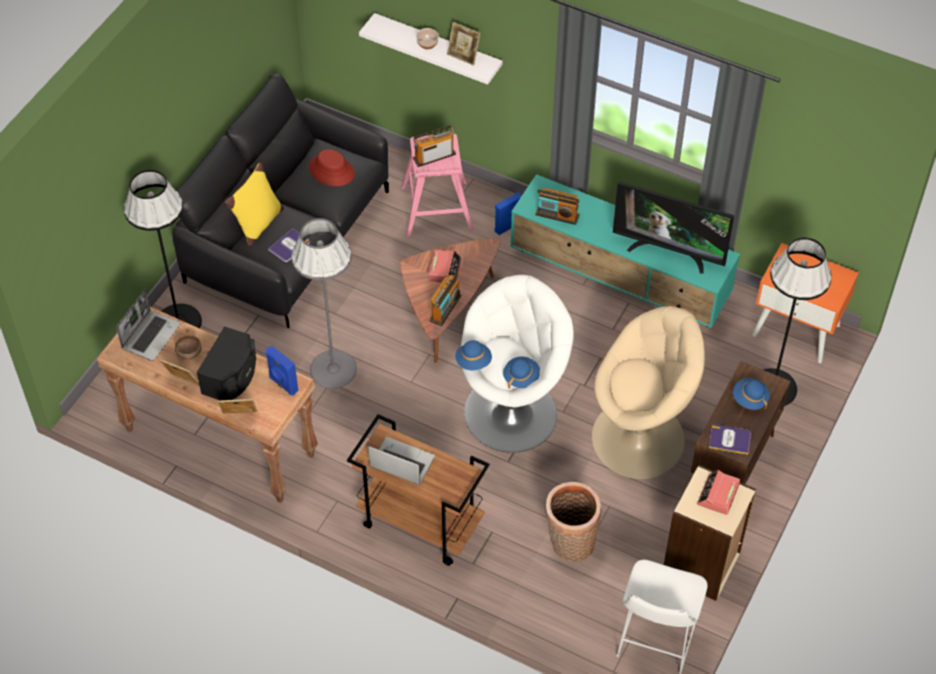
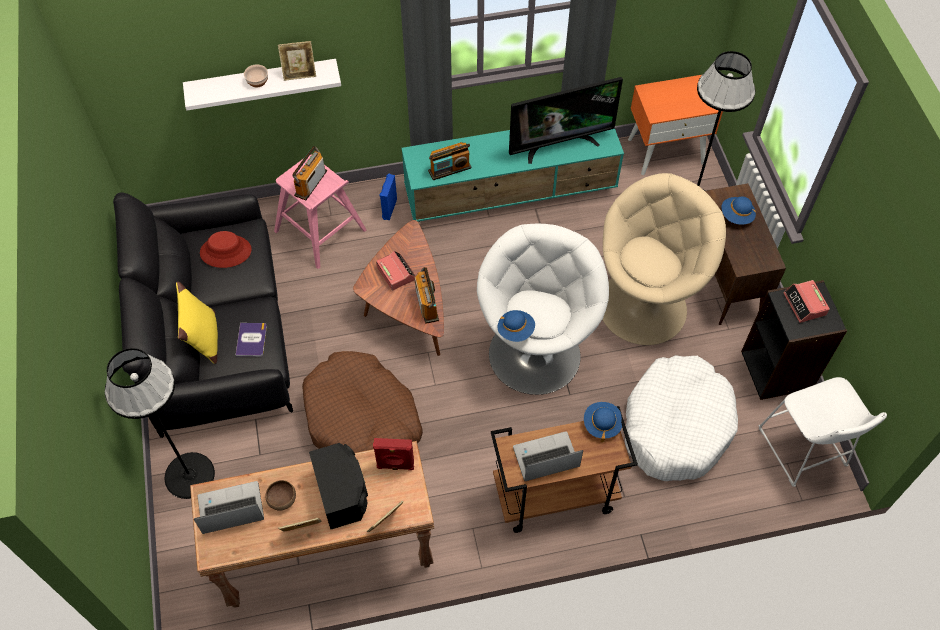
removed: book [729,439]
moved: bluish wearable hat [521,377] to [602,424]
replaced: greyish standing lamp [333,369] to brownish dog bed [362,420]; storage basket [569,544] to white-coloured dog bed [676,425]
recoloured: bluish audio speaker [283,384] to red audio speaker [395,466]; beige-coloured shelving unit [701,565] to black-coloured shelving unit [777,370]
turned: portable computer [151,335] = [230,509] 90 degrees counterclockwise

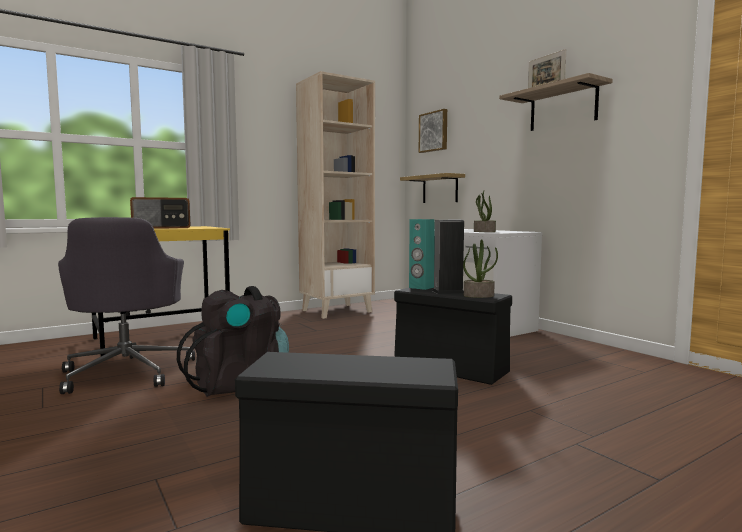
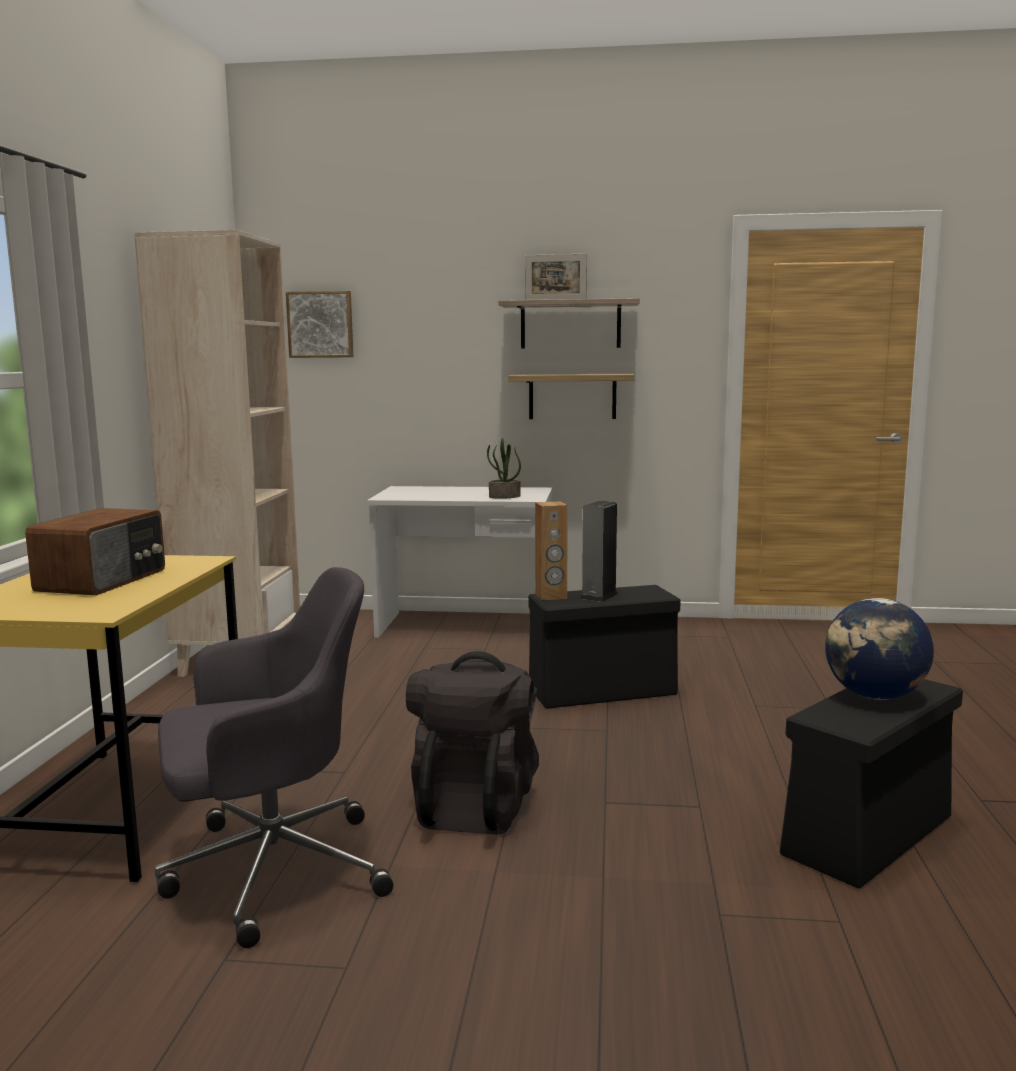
removed: houseplant [479,296]
added: globe [874,696]
moved: wall shelf [440,189] to [572,396]
recoloured: blue-green audio speaker [421,287] to brownish audio speaker [551,596]
turned: greyish office chair [128,372] = [270,871] 45 degrees counterclockwise

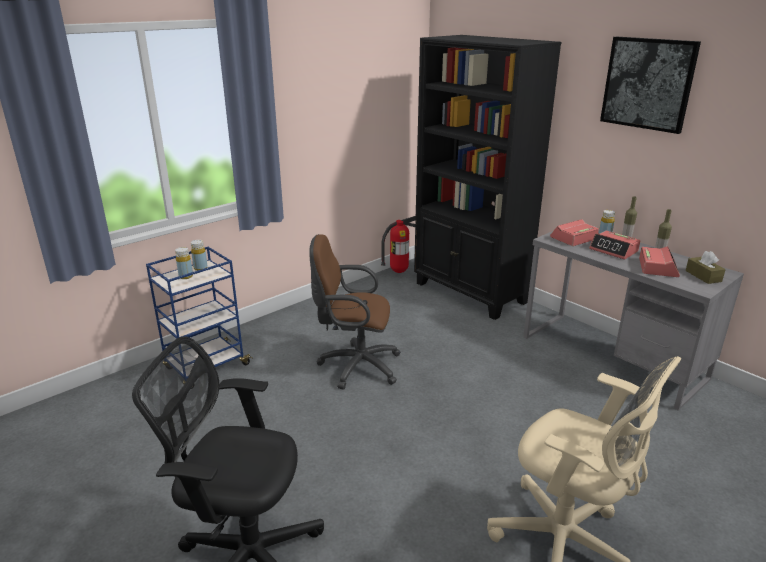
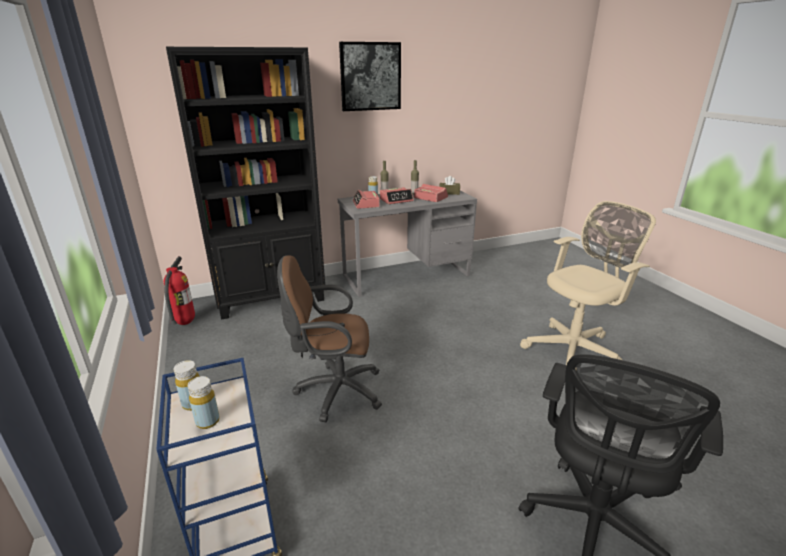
turned: brownish office chair [355,366] = [334,391] 60 degrees clockwise

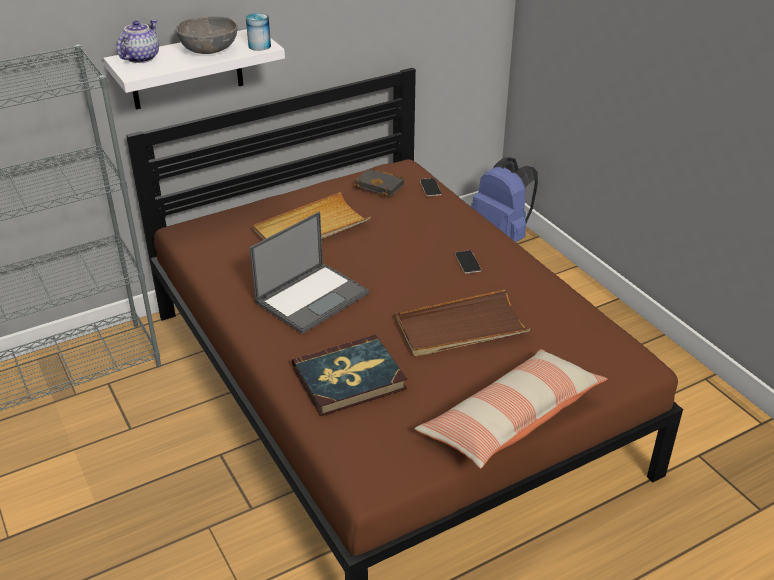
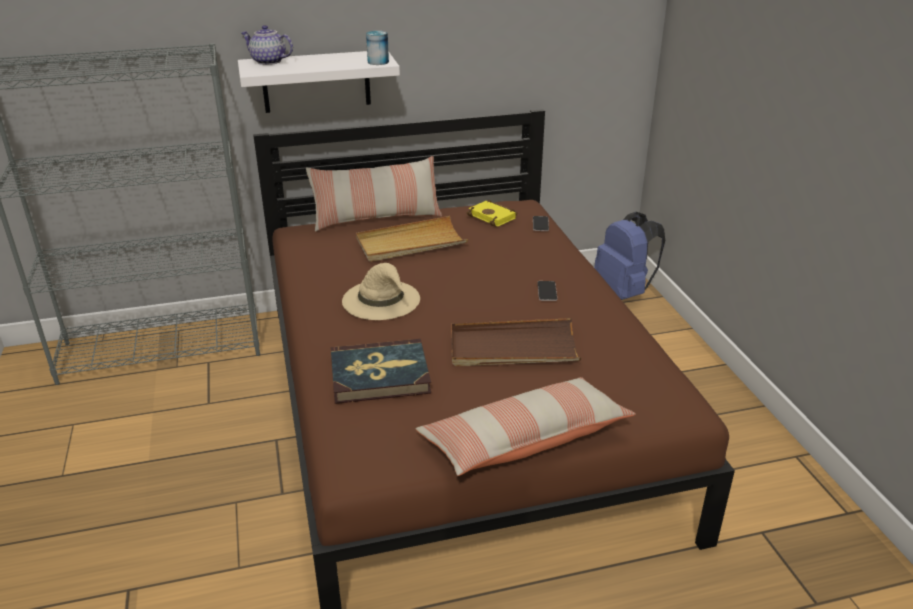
removed: greyish deep dish [209,50]
added: throw pillow [376,218]
replaced: portable computer [313,297] to beige-coloured wearable hat [382,300]
recoloured: black-coloured book [381,186] to yellowish book [494,217]
turned: pot for tea [140,58] = [268,62] 105 degrees counterclockwise

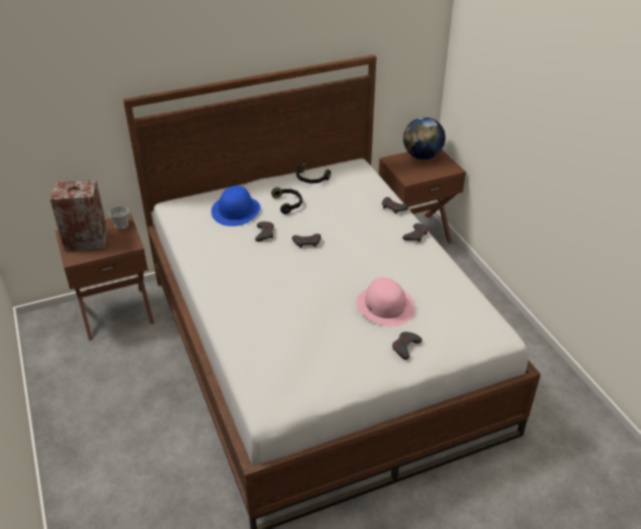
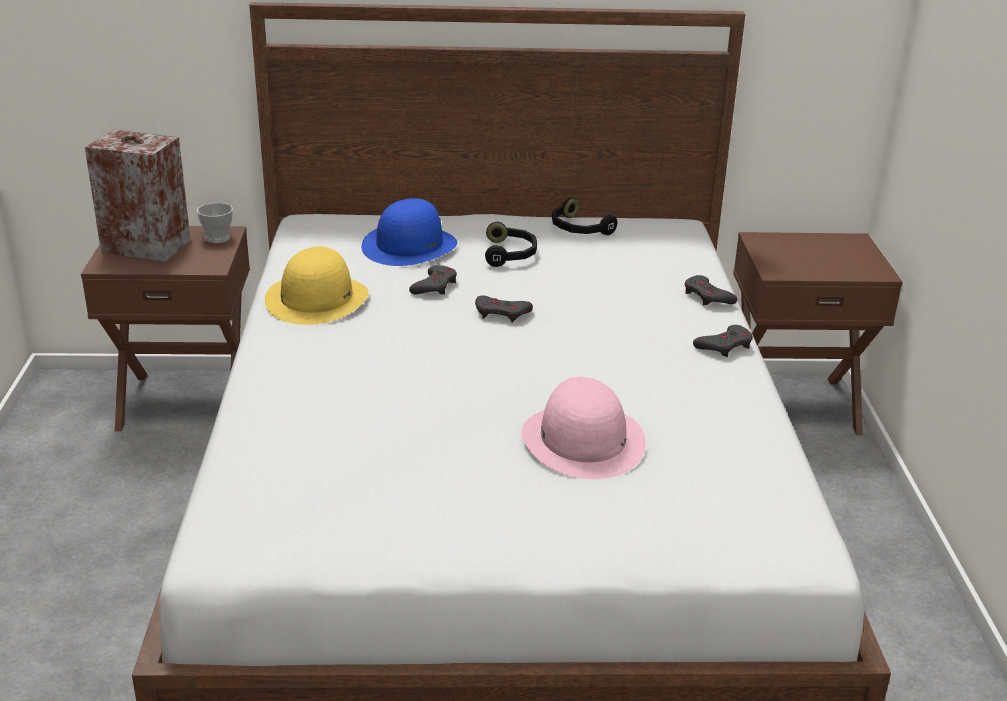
removed: globe [422,156]; greyish game controller [405,347]
added: yellowish wearable hat [317,299]

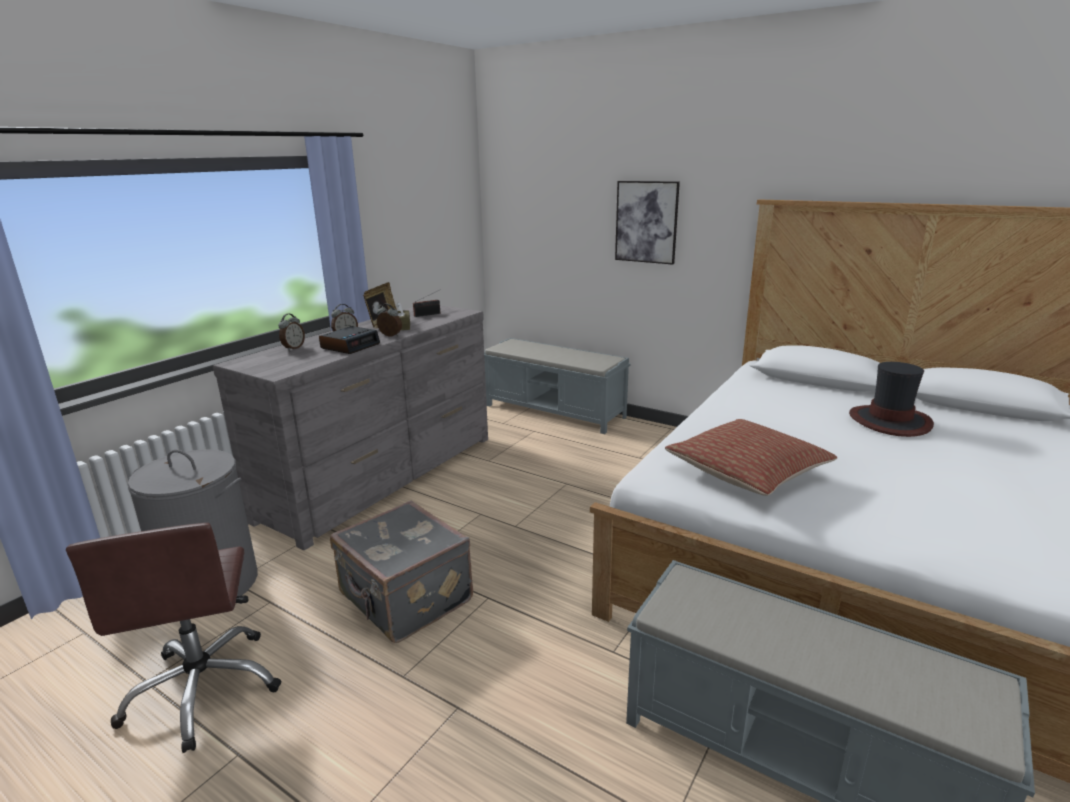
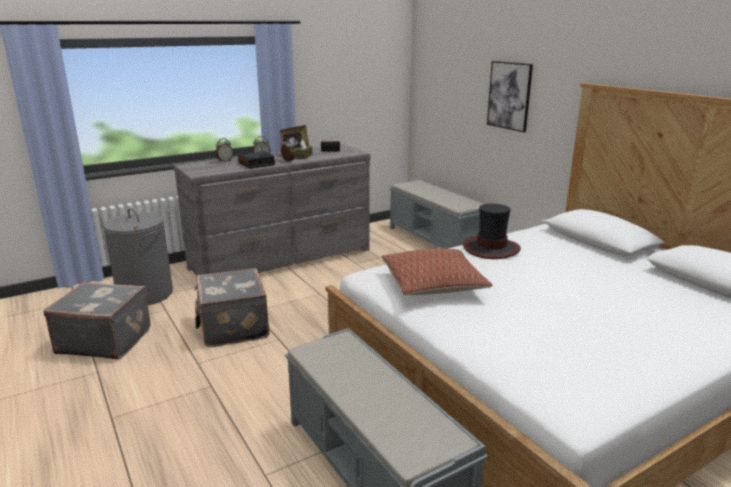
moved: wearable hat [890,421] to [491,248]
replaced: brownish office chair [204,689] to greyish piece of luggage [105,340]

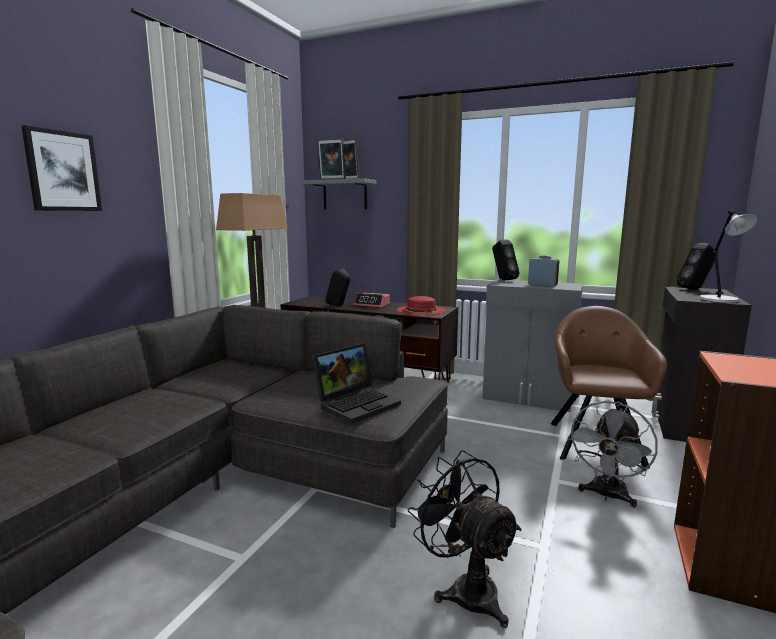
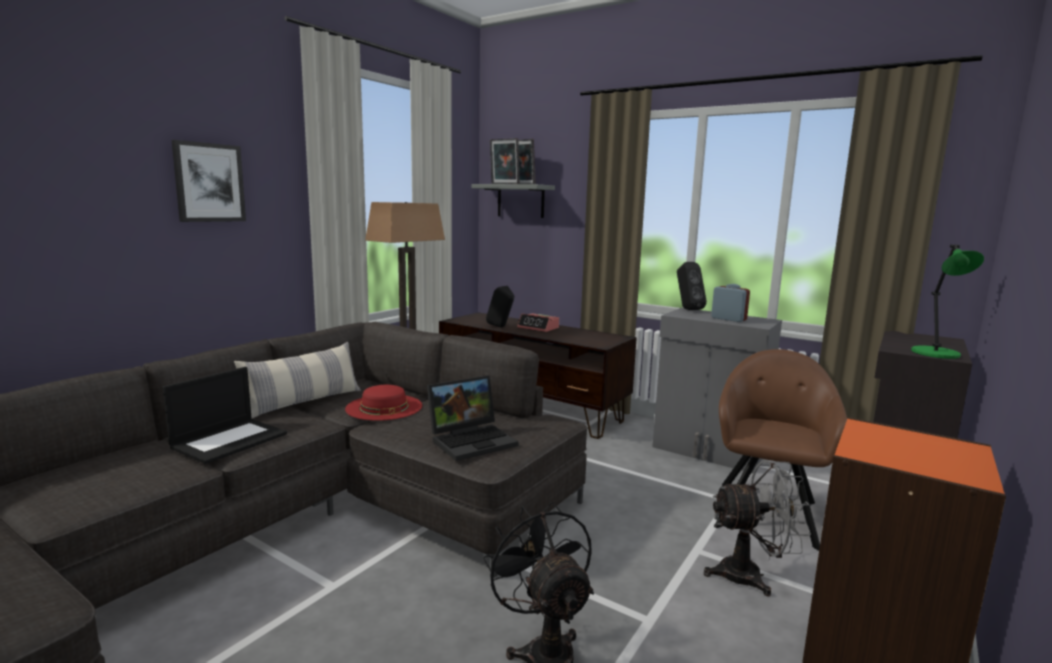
removed: black-coloured audio speaker [695,289]
added: throw pillow [304,402]; portable computer [230,440]
moved: red wearable hat [421,310] to [384,407]
recoloured: greyish table lamp [720,300] to green-coloured table lamp [937,354]
turned: greyish fan [607,496] = [751,575] 135 degrees counterclockwise

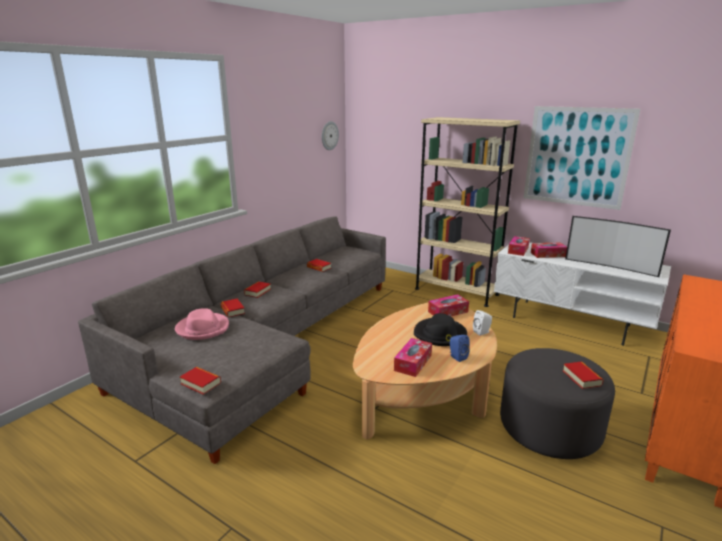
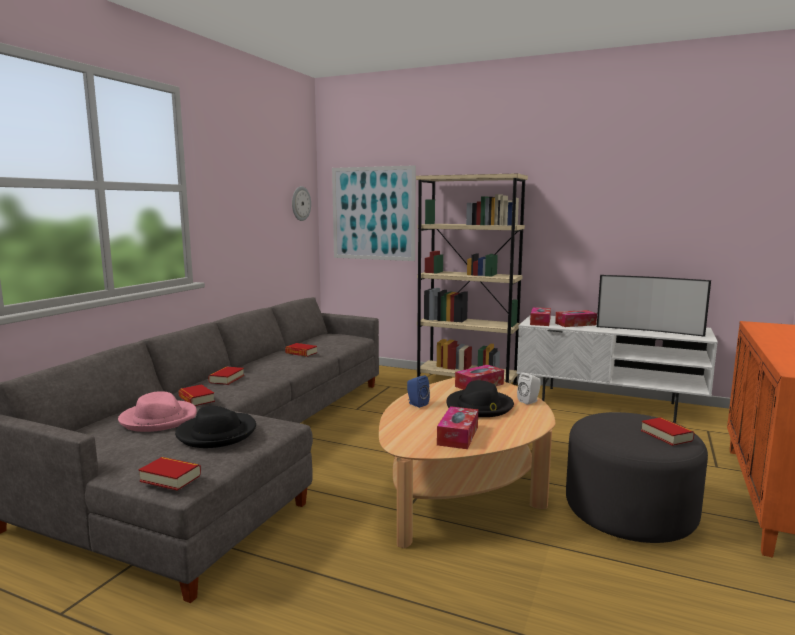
added: black-coloured wearable hat [216,433]
moved: wall art [577,157] to [373,213]; bluish audio speaker [457,357] to [416,404]

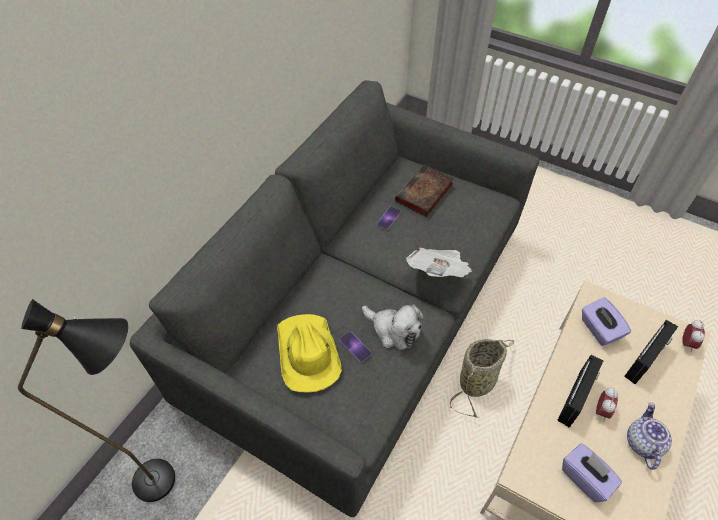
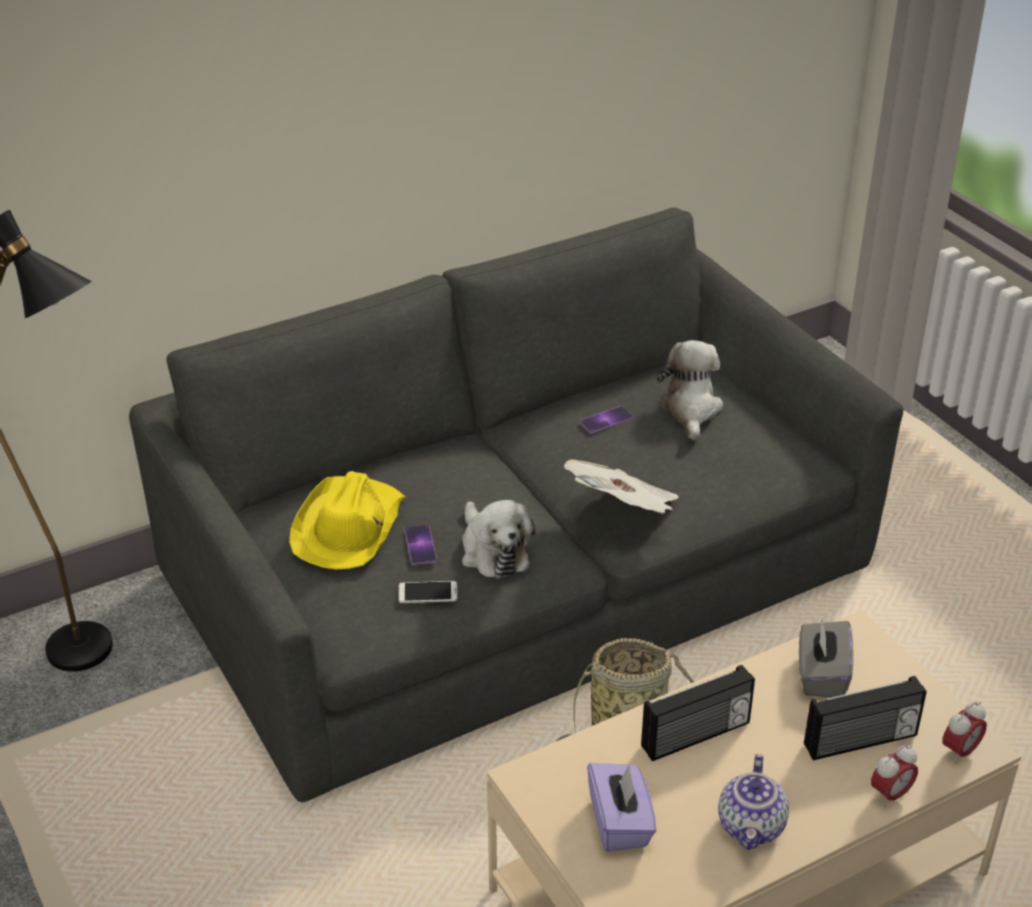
added: handset [428,593]
moved: alarm clock [601,411] to [890,795]
replaced: book [424,194] to soft toy [690,410]
recoloured: purple tissue box [599,329] to greyish tissue box [821,676]
turned: pot for tea [642,442] = [752,827] 150 degrees clockwise

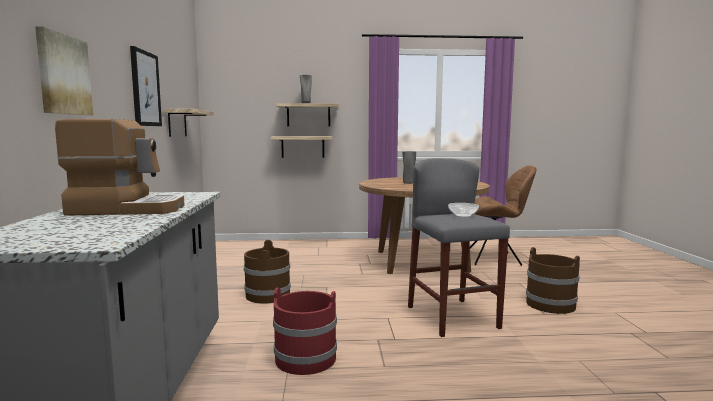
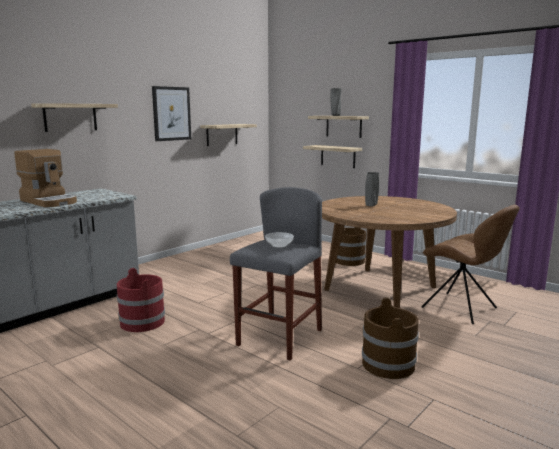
moved: brownish bucket [267,295] to [349,261]
replaced: wall art [63,75] to wall shelf [70,117]

